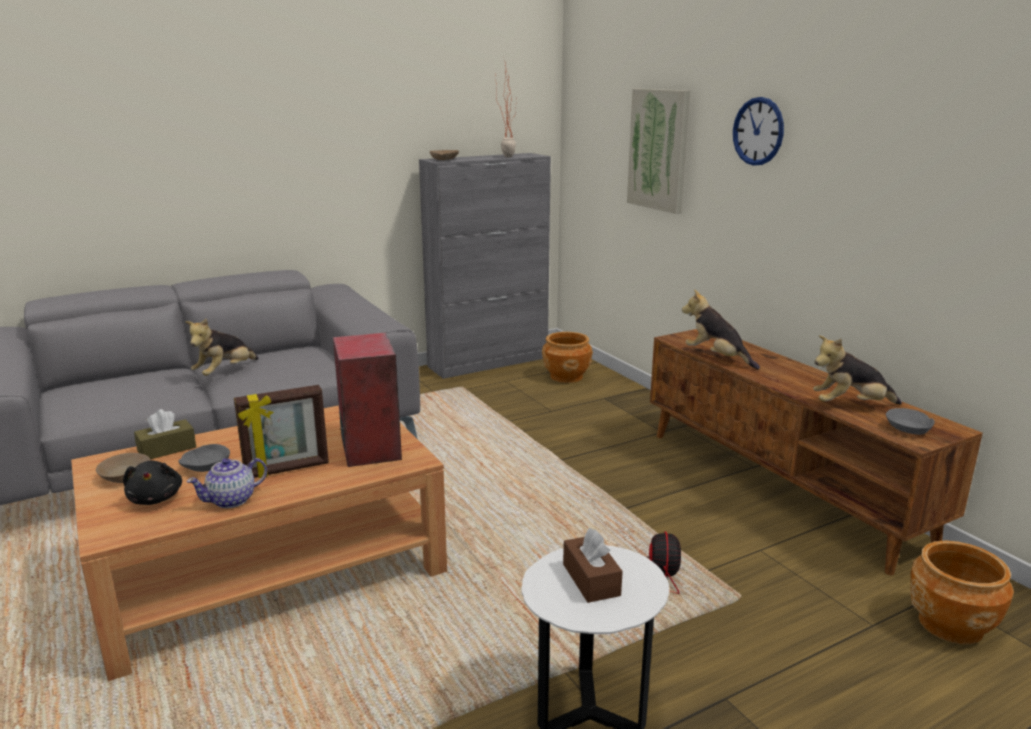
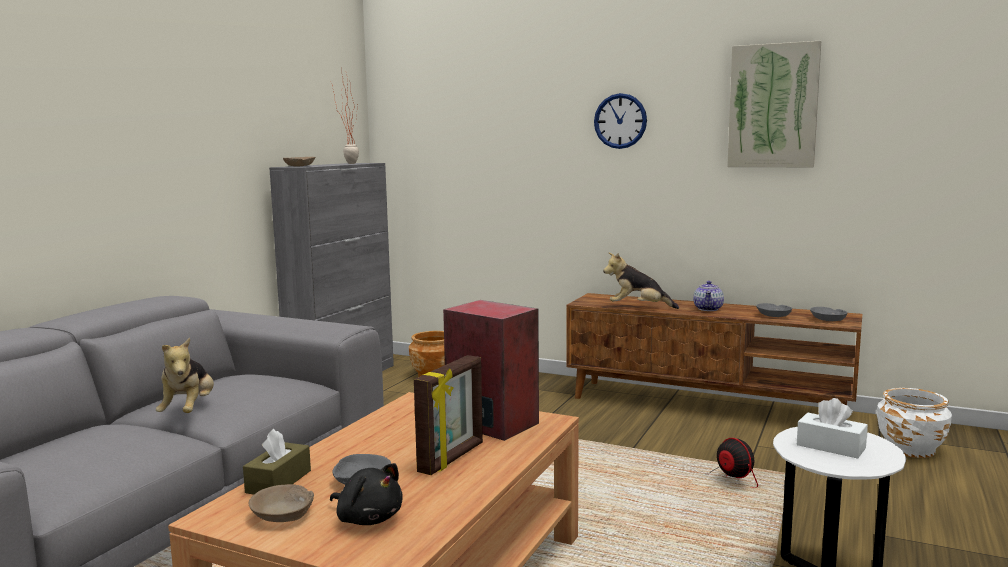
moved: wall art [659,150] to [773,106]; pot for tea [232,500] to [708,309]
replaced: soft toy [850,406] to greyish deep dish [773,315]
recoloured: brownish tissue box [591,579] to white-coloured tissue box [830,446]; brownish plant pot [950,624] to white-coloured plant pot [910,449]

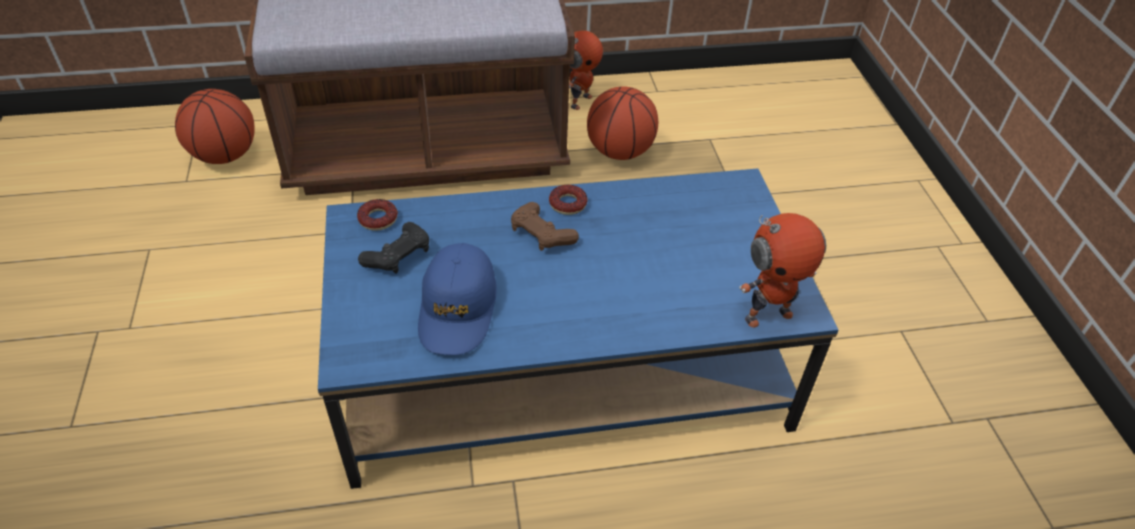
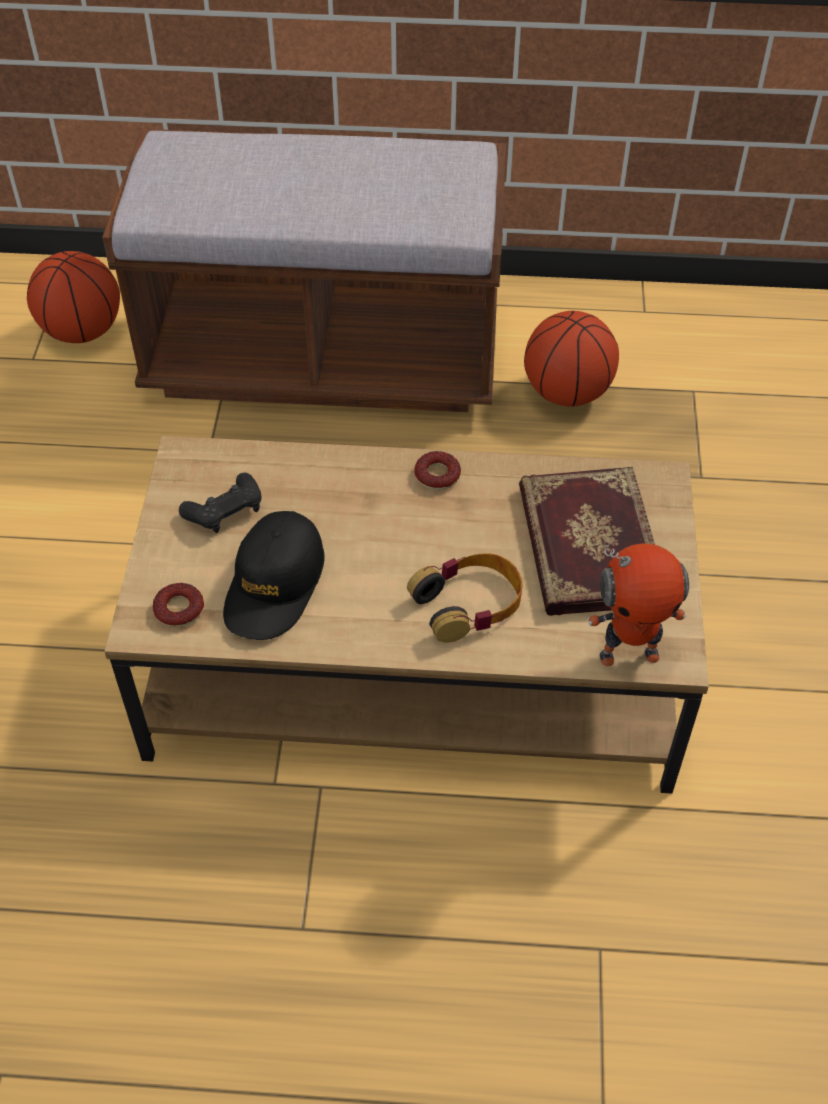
removed: toy robot [580,101]; brownish game controller [541,234]
added: book [586,545]; pair of headphones [468,603]
moved: ring doughnut [378,219] to [179,609]
recoloured: bluish lounge table [563,367] to brownish lounge table [414,665]; bluish cap [458,308] to black-coloured cap [274,585]

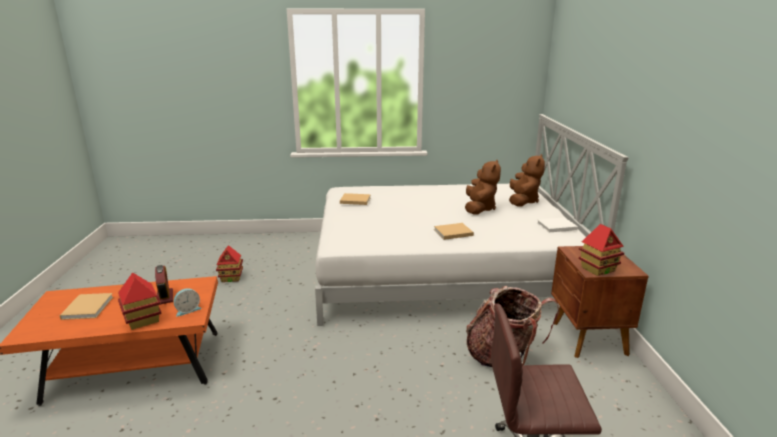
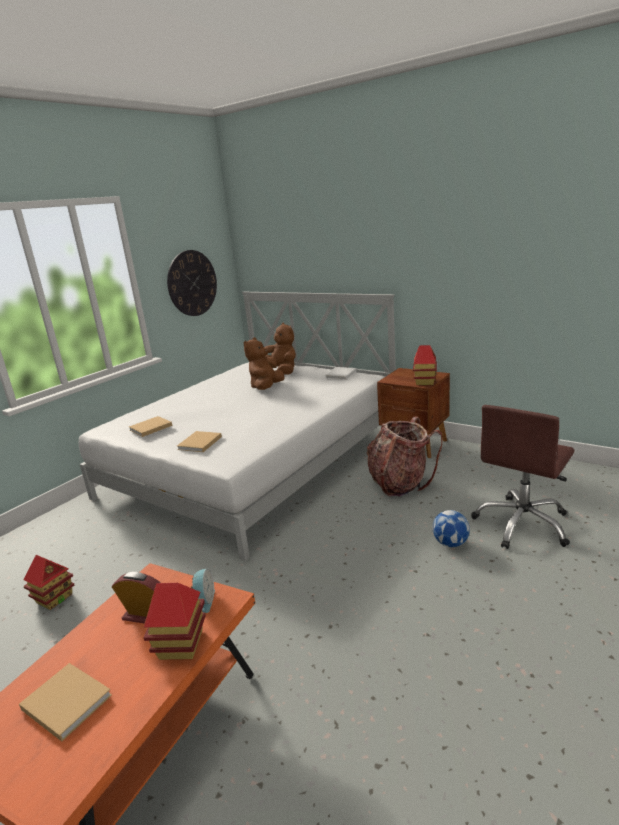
added: hanging clock [192,283]; ball for football [450,543]
moved: beige-coloured book [452,232] to [199,443]
turned: brownish soft toy [479,209] = [266,387] 120 degrees counterclockwise

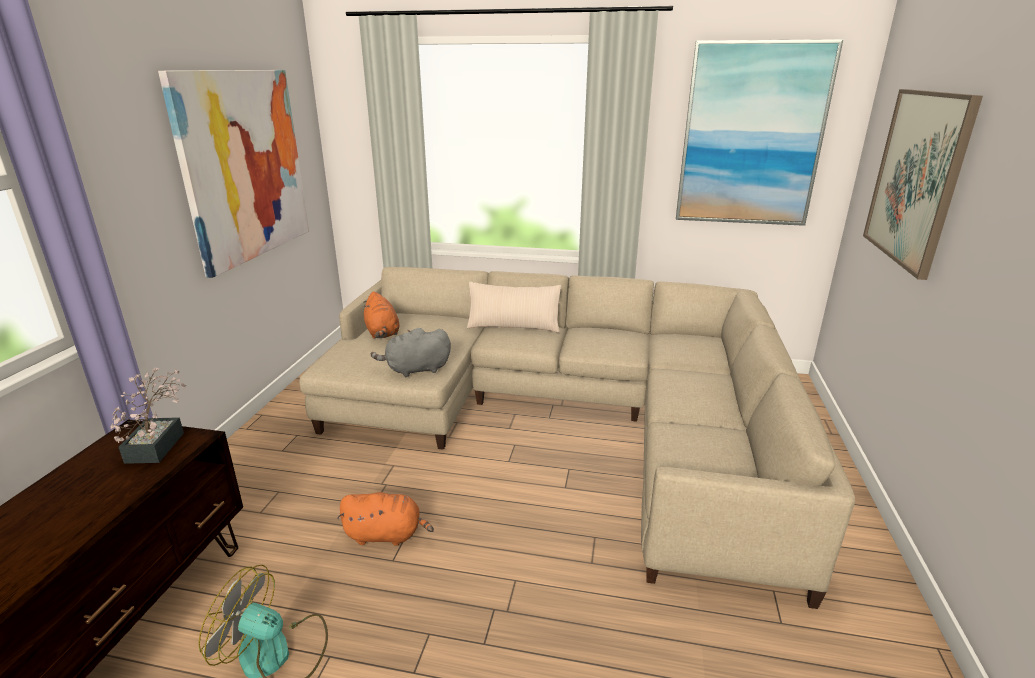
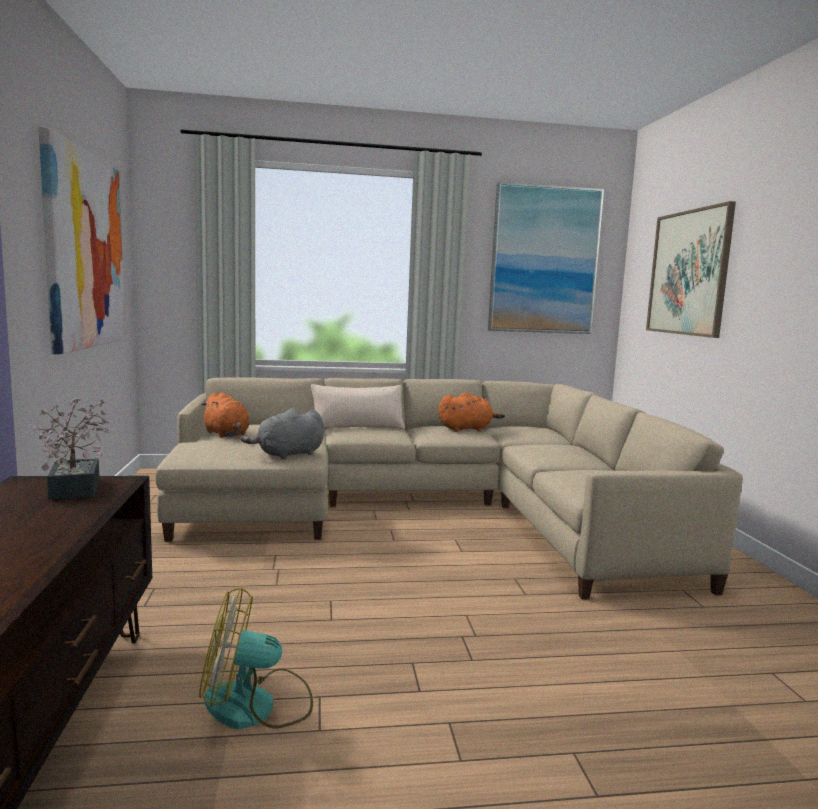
moved: orangey soft toy [386,535] to [467,429]

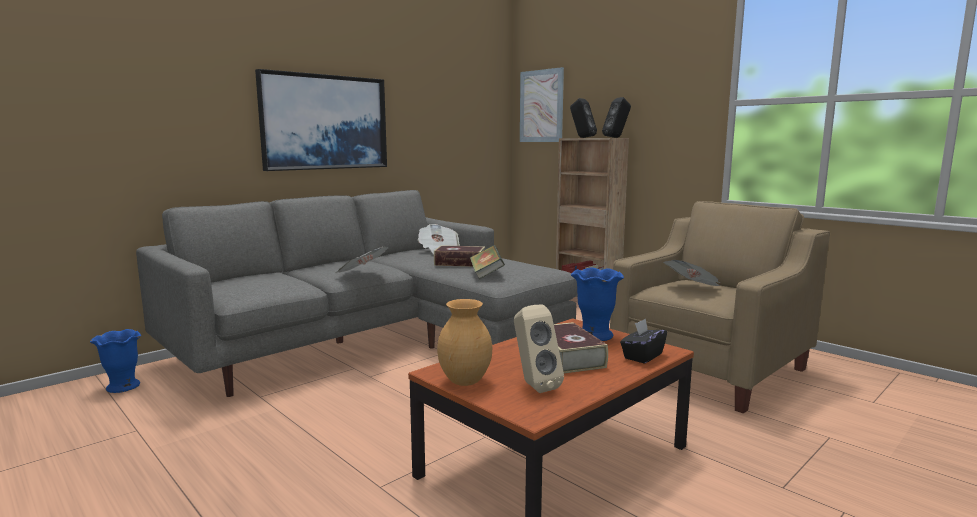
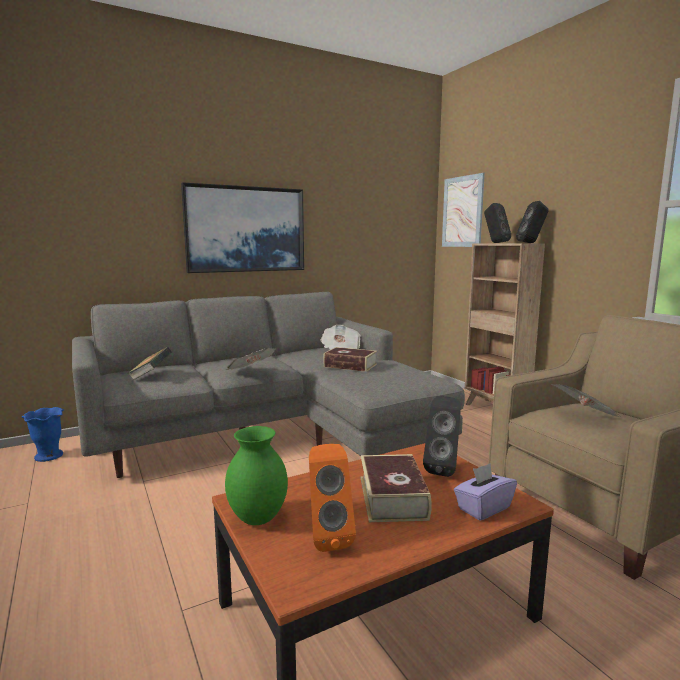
moved: book [486,274] to [151,376]
replaced: bluish flower vase [595,335] to black-coloured audio speaker [443,469]
recoloured: brownish flower vase [466,382] to green-coloured flower vase [258,519]; beige-coloured audio speaker [533,386] to orangey audio speaker [327,537]; black-coloured tissue box [642,356] to purple tissue box [483,508]

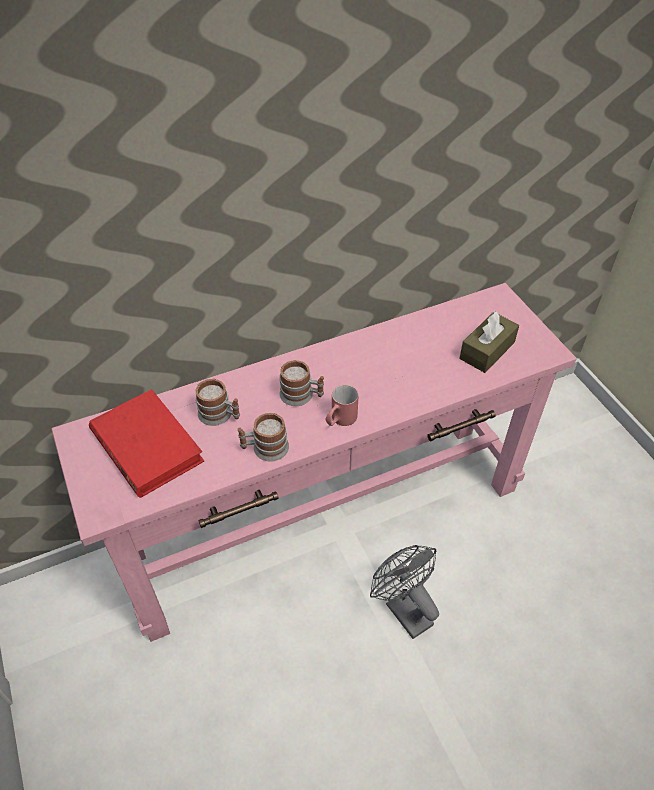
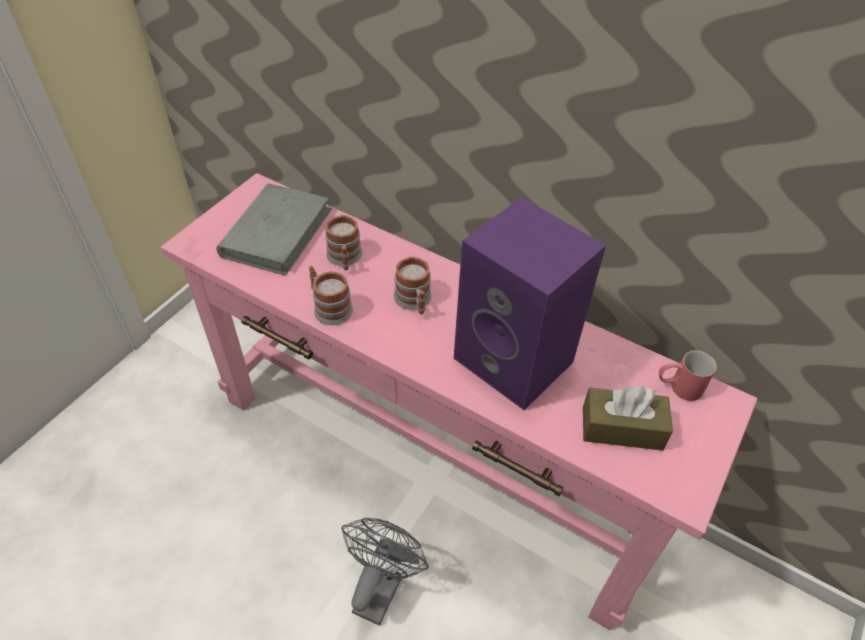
added: purple audio speaker [517,360]
moved: red mug [340,420] to [678,387]
recoloured: red book [146,445] to greyish book [277,232]

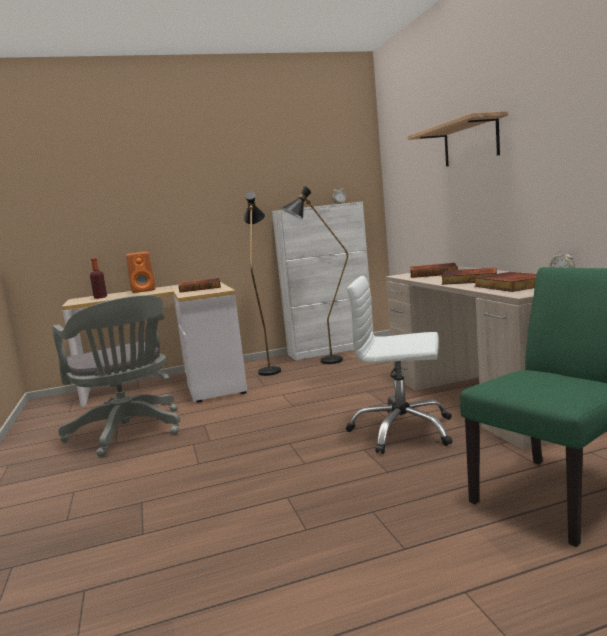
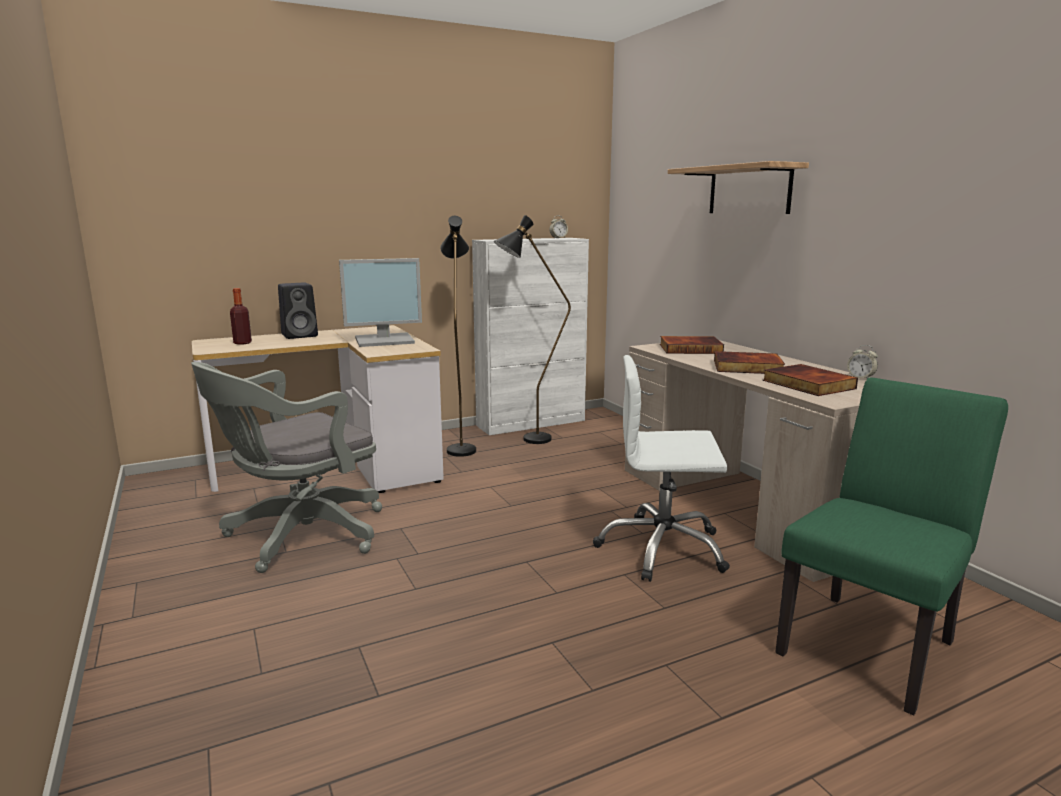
replaced: book [200,288] to computer display [385,340]
recoloured: orangey audio speaker [144,290] to black-coloured audio speaker [301,335]
turned: greyish office chair [129,432] = [299,536] 90 degrees clockwise

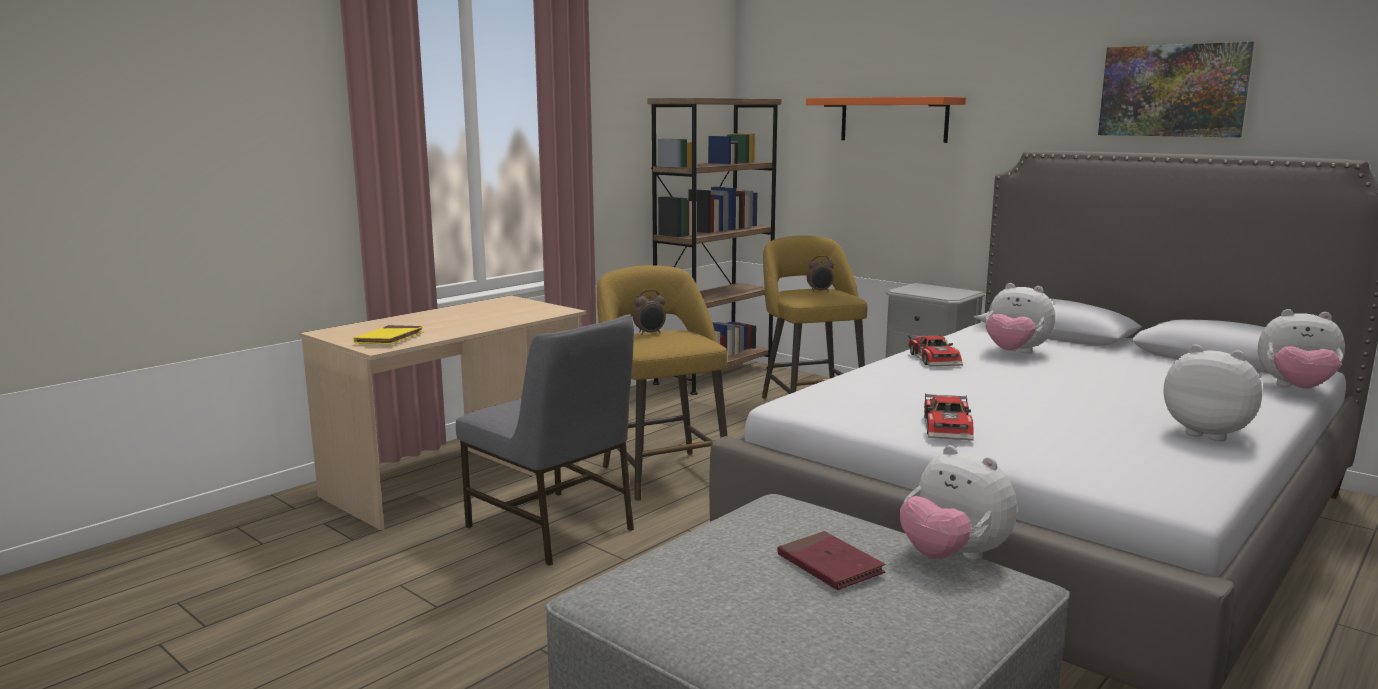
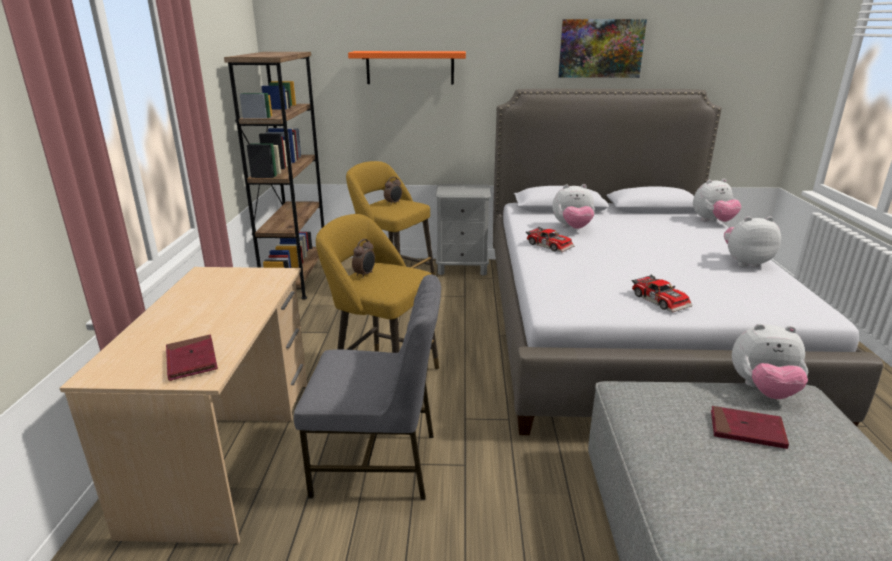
recoloured: yellowish book [389,339] to red book [191,360]

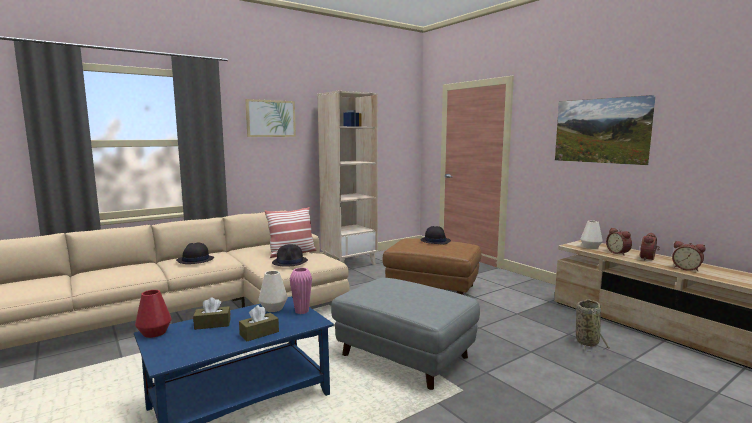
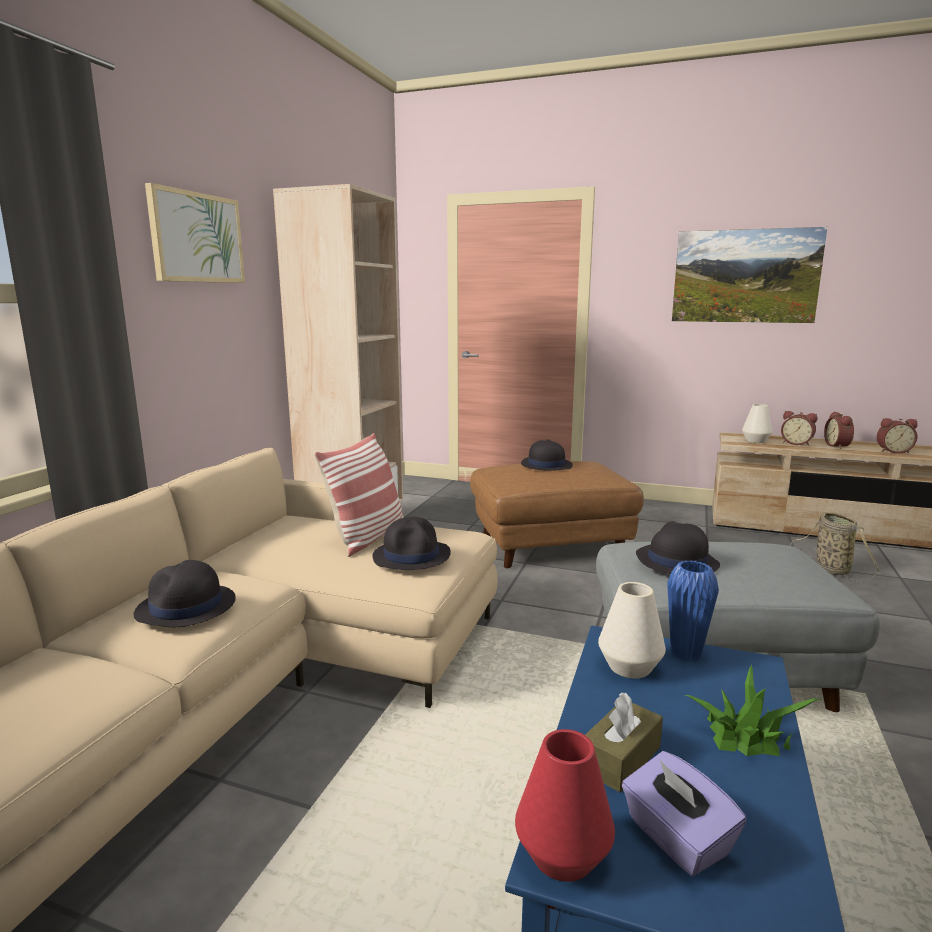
added: black-coloured wearable hat [676,561]; purple tissue box [676,838]
replaced: brownish tissue box [259,333] to houseplant [746,735]
recoloured: pinkish flower vase [302,311] to bluish flower vase [685,653]

